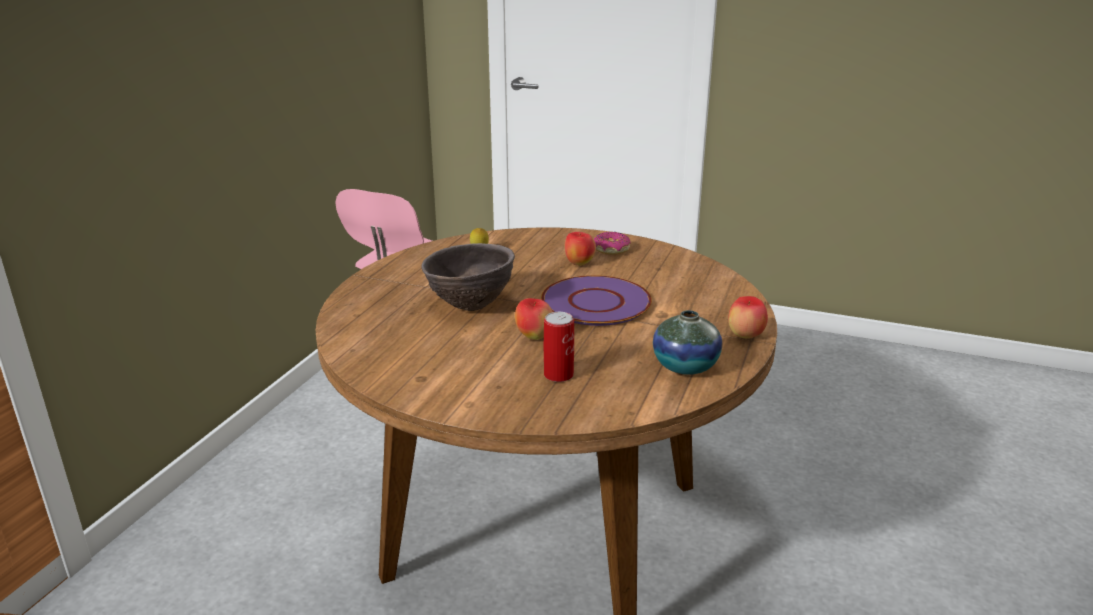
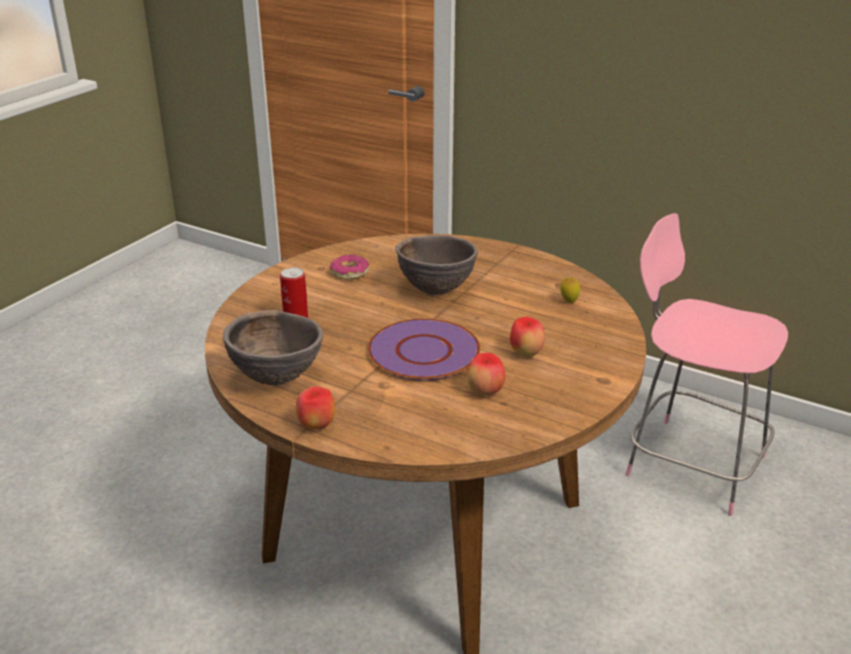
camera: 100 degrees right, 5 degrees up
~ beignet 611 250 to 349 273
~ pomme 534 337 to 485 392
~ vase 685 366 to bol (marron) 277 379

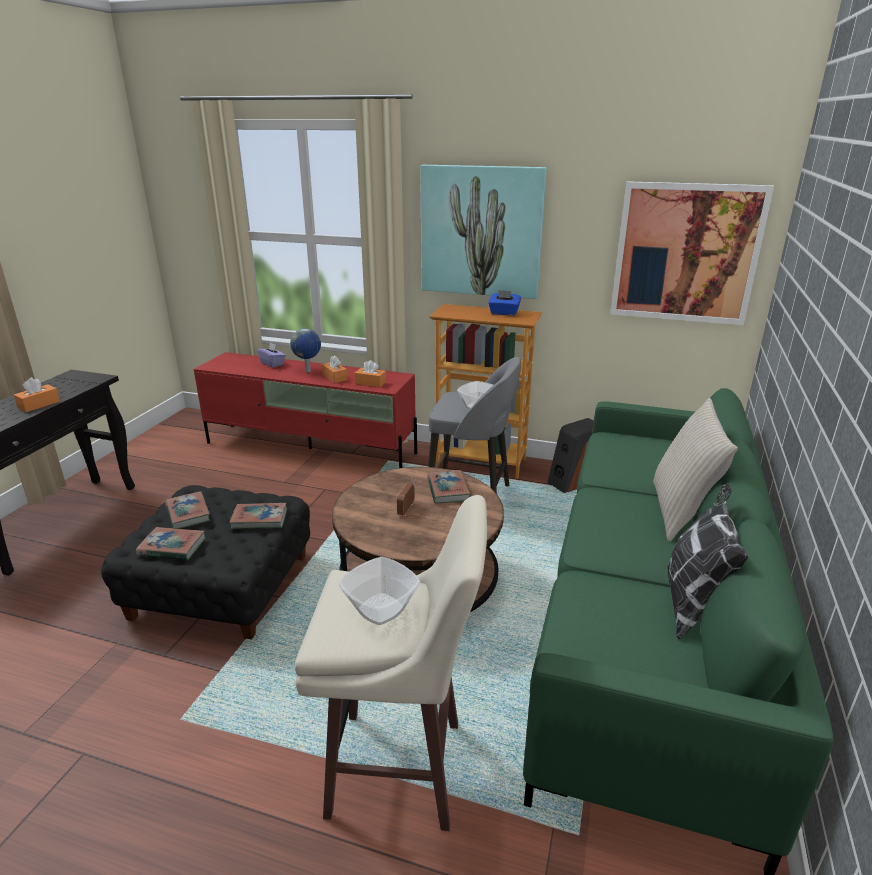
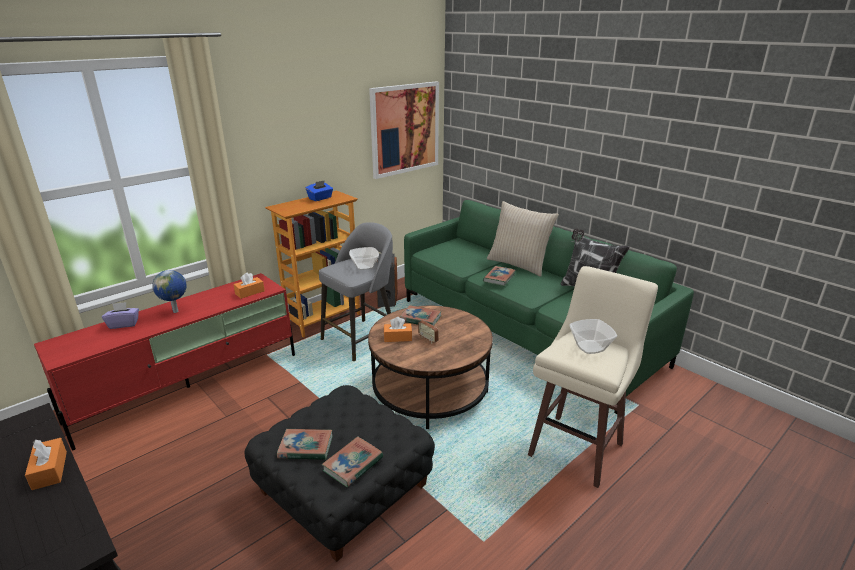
camera: 60 degrees left, 0 degrees up
- tableau 481 231
~ boîte à mouchoirs (orange) 335 377 to 398 337
~ livre 259 519 to 499 278

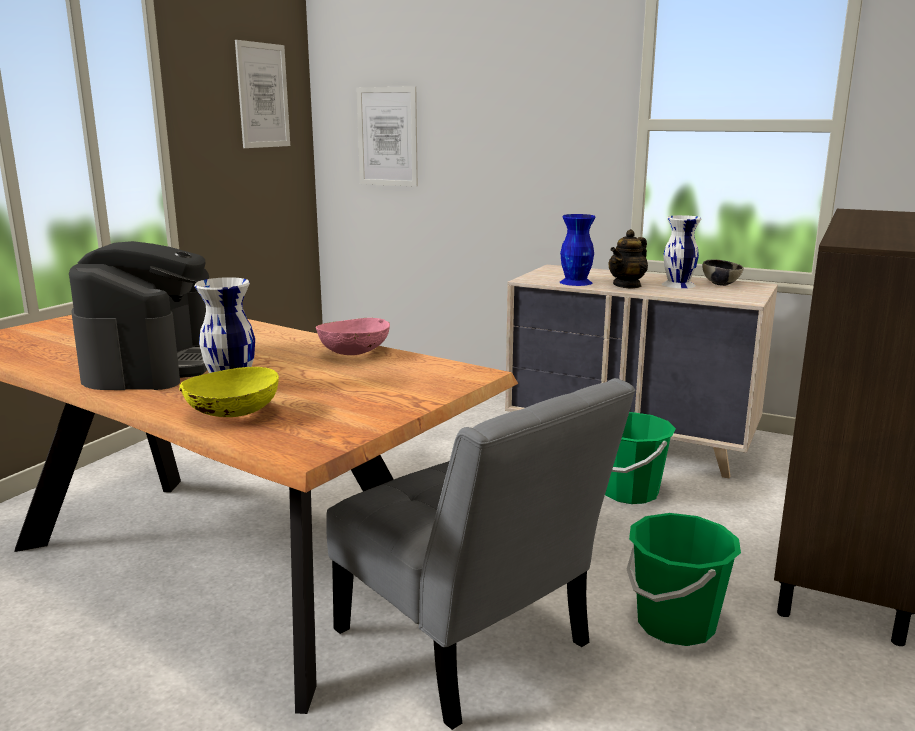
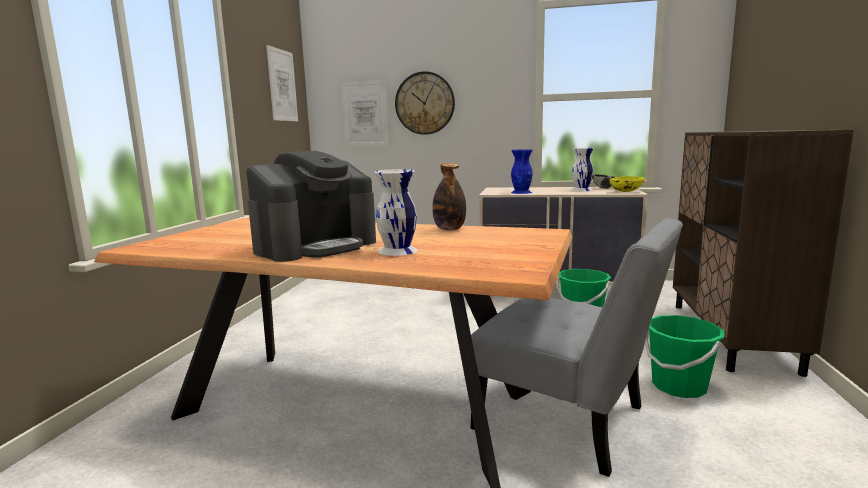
camera: 15 degrees left, 5 degrees down
- théière 627 285
~ machine à café 153 365 = 316 246 60 degrees clockwise
~ bol (rose) 354 352 to bouteille 449 229
~ bol (jaune) 233 415 to 626 192
+ horloge murale 425 103

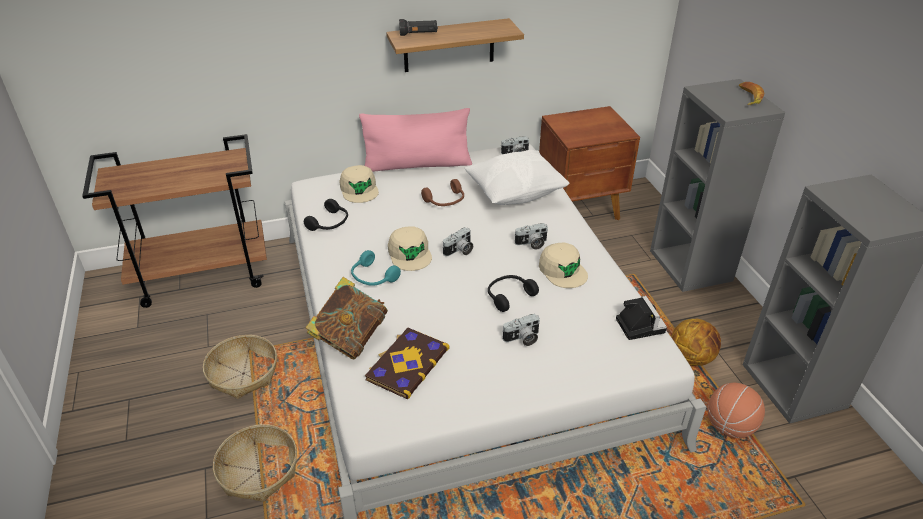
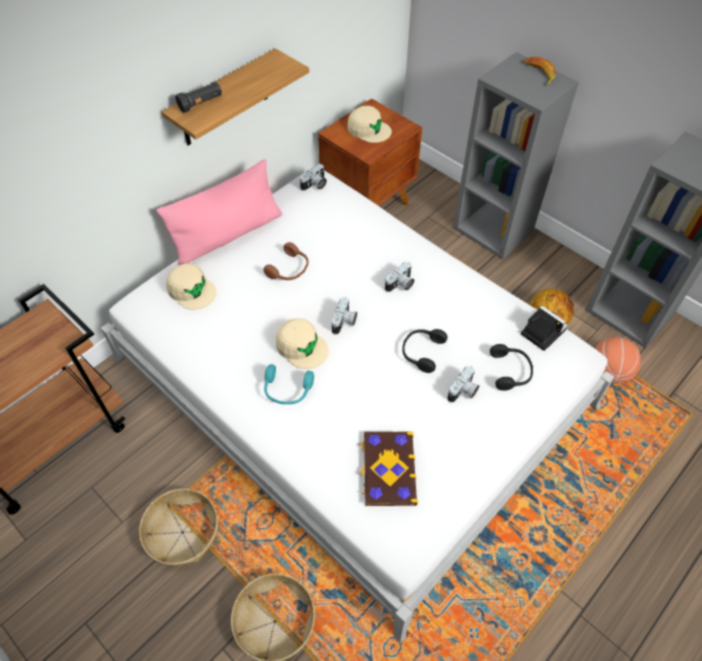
camera: 30 degrees left, 15 degrees up
- coussin (blanc) 516 194
~ casque audio (noir) 330 223 to 511 371
~ casquette (beige) 563 270 to 369 129
- livre 350 338

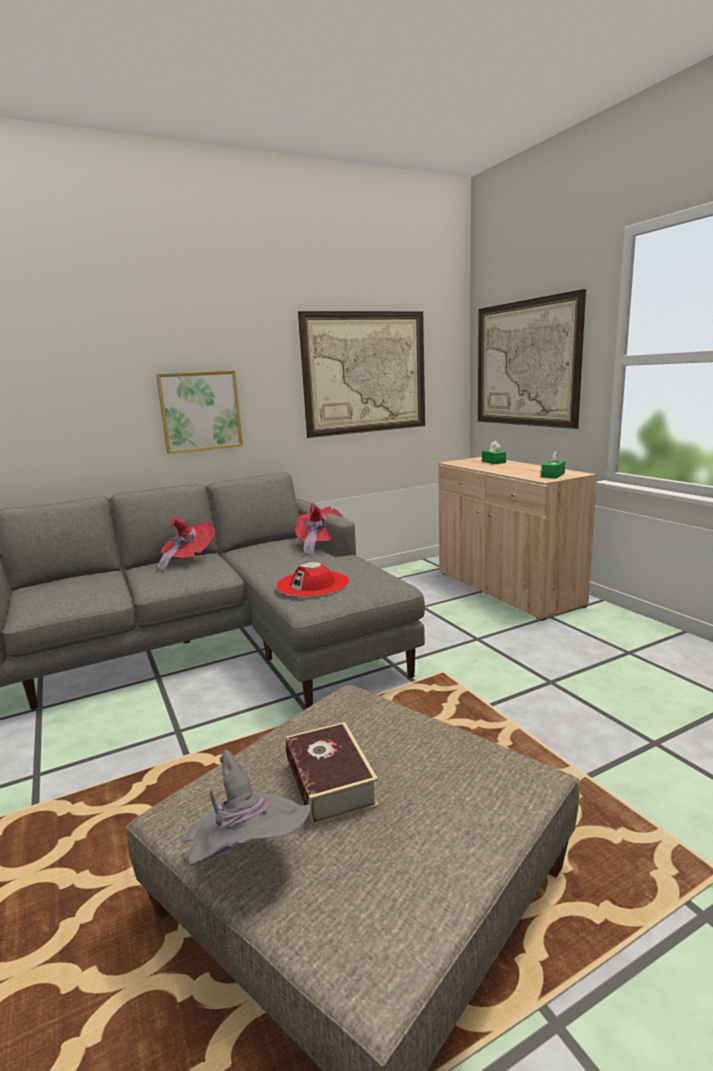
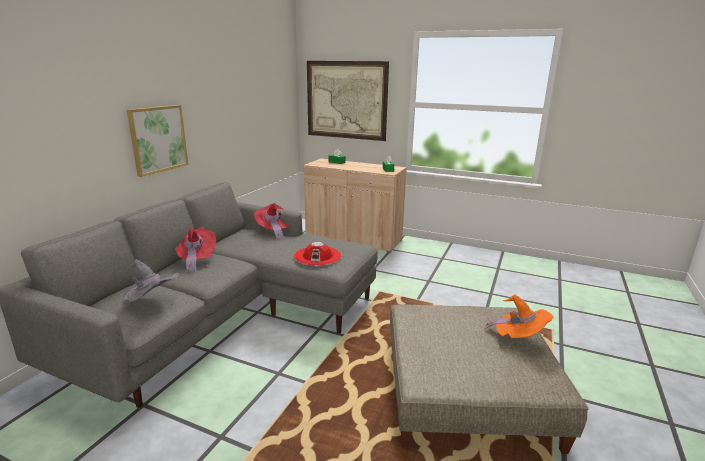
camera: 40 degrees left, 5 degrees up
- tableau 365 373
- livre 330 783
~ chapeau (gris) 248 860 to 152 303
+ chapeau (orange) 519 338

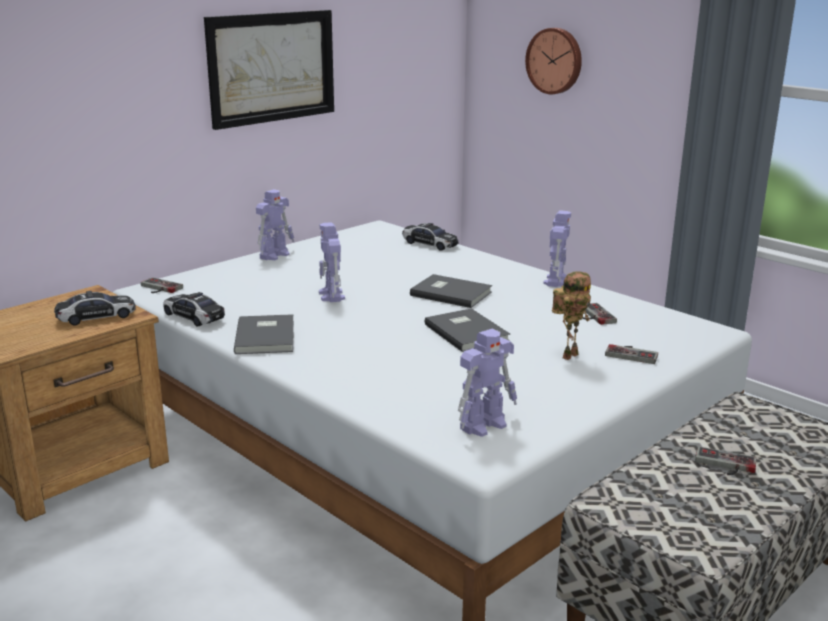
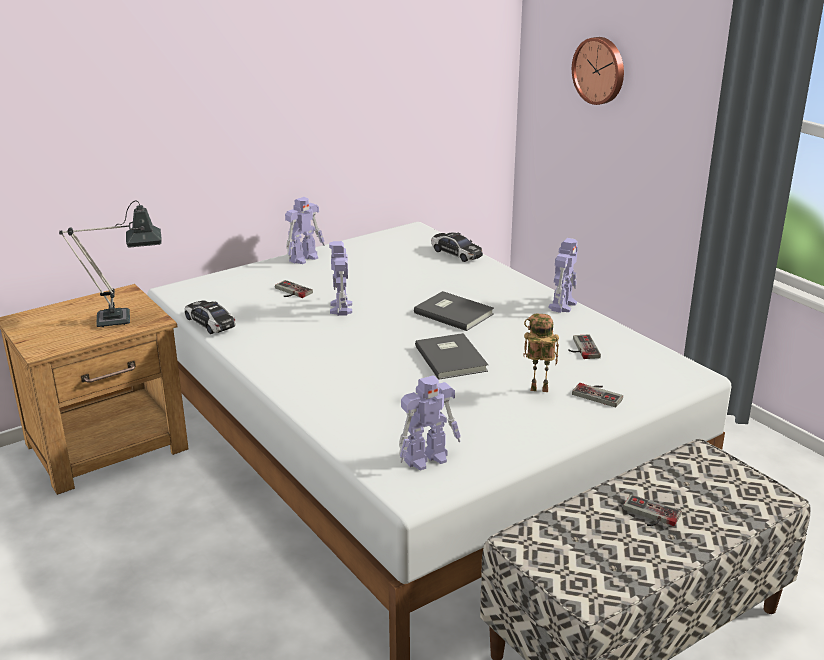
camera: 10 degrees right, 5 degrees up
- tableau 271 67
~ robot jouet 569 355 = 537 391 135 degrees counterclockwise
~ manette 158 288 to 290 292
~ petite voiture 96 317 to lampe de table 124 319
- livre (gris) 267 336

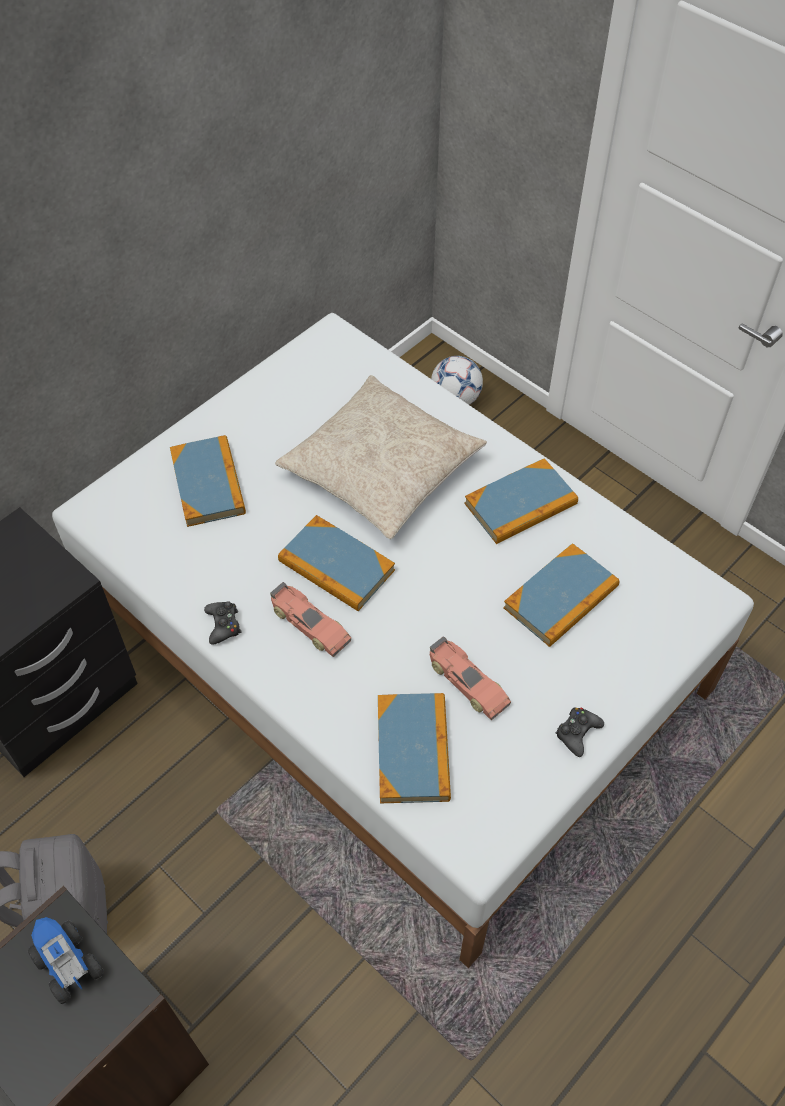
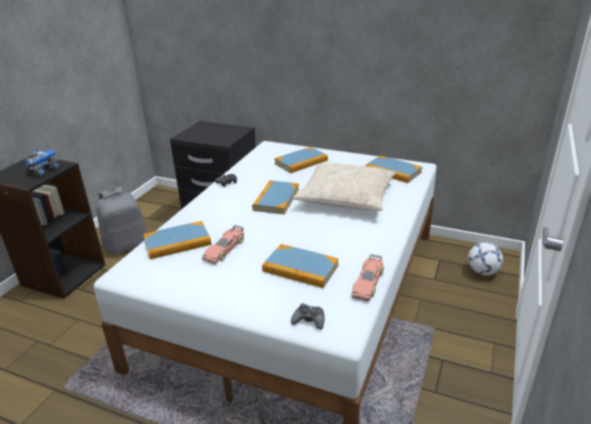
camera: 70 degrees right, 25 degrees down
~ livre 520 504 to 393 171
~ petite voiture 309 624 to 368 283
~ manette (noir) 577 733 to 309 320

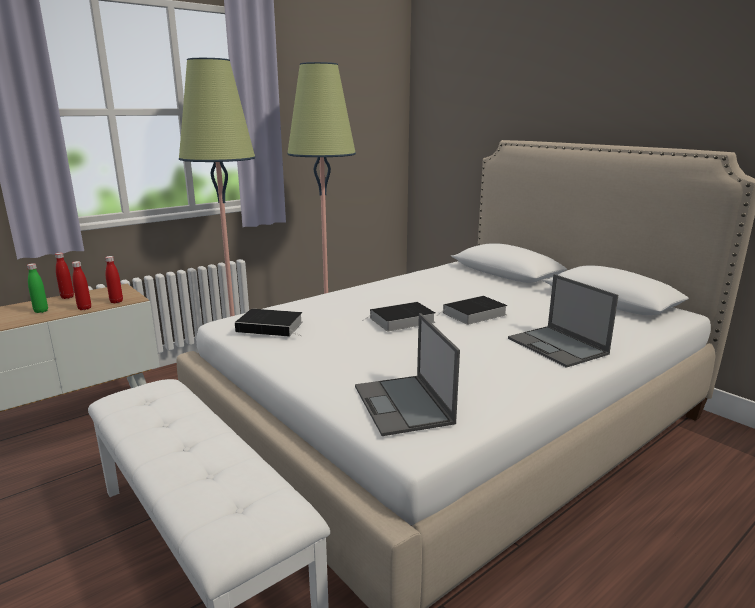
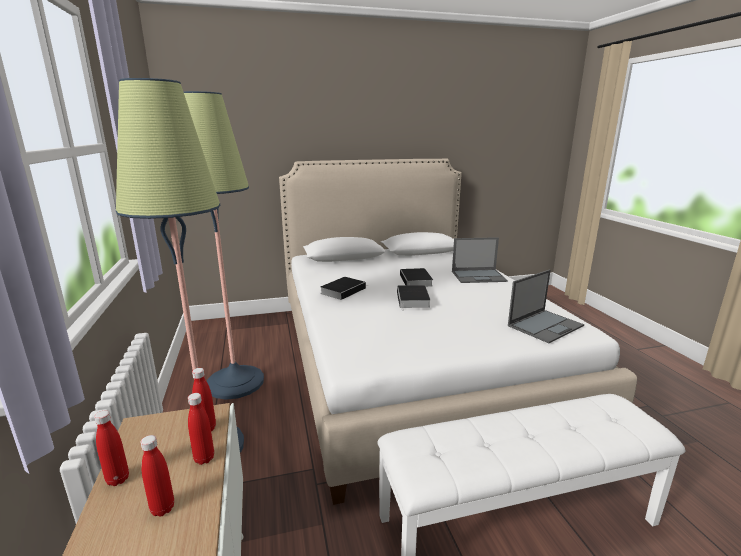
camera: 65 degrees left, 0 degrees up
~ bouteille (vert) 41 311 to bouteille (rouge) 162 508
~ livre 272 326 to 343 290
~ ordinateur portable 403 405 = 545 325 45 degrees counterclockwise

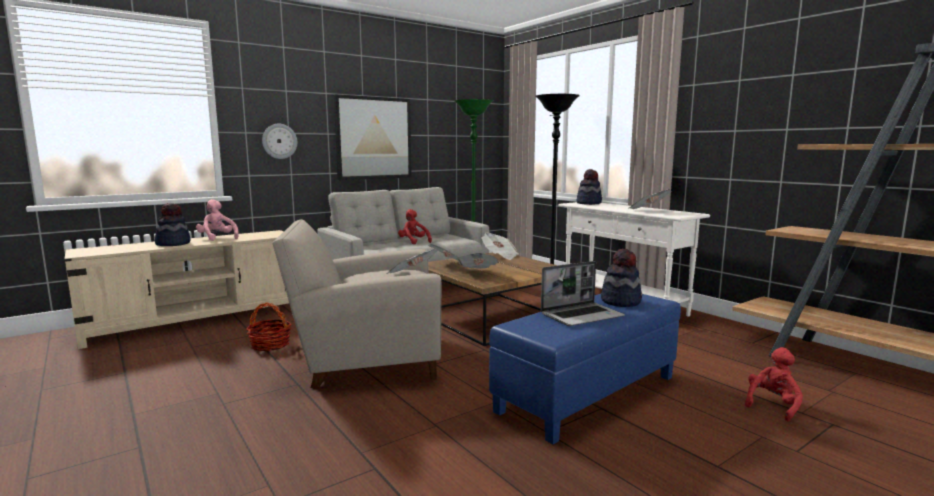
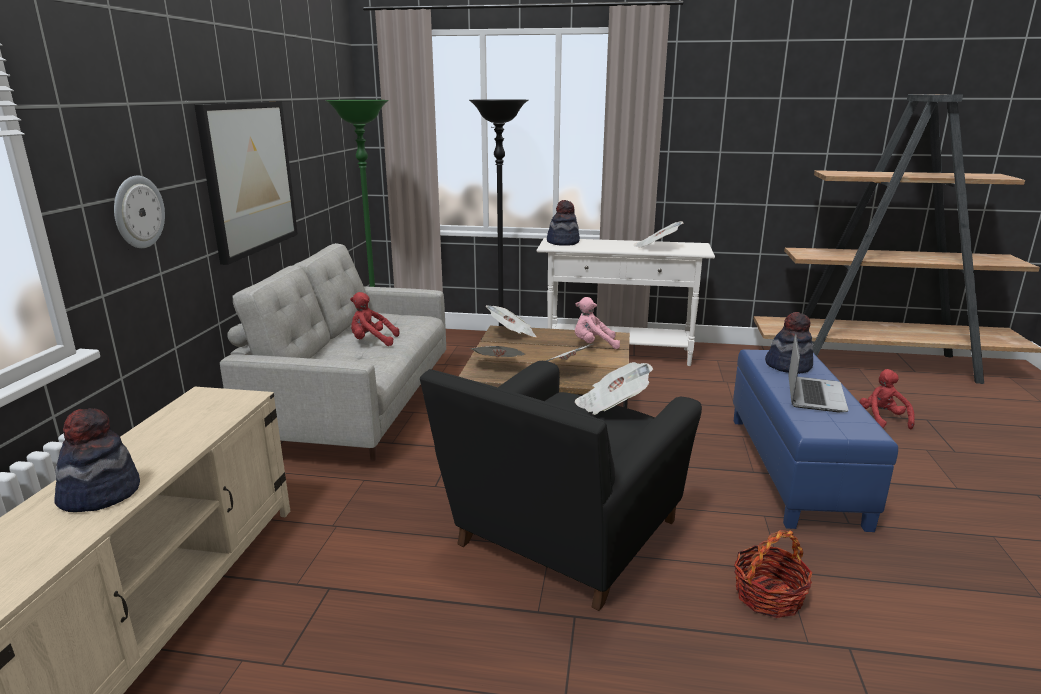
camera: 45 degrees left, 10 degrees up
~ peluche (rose) 217 238 to 593 345
~ fauteuil (beige) 365 359 to fauteuil (noir) 561 538
~ panier 270 345 to 768 596

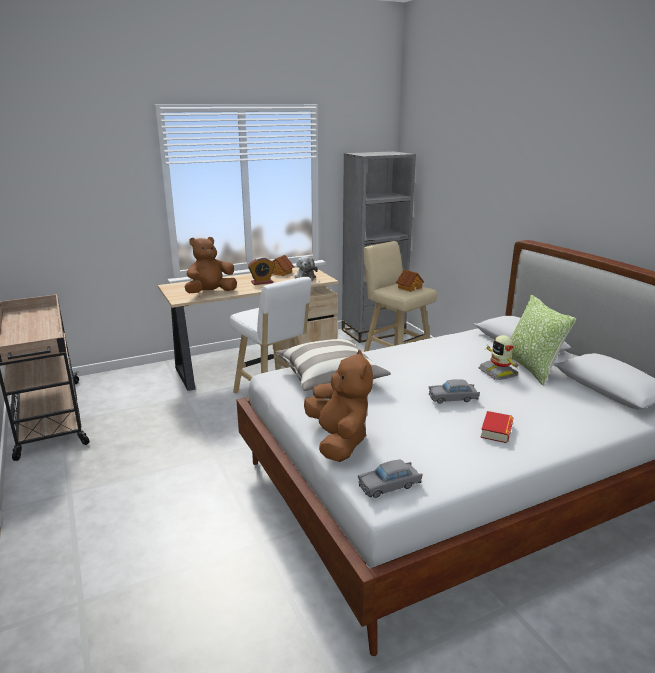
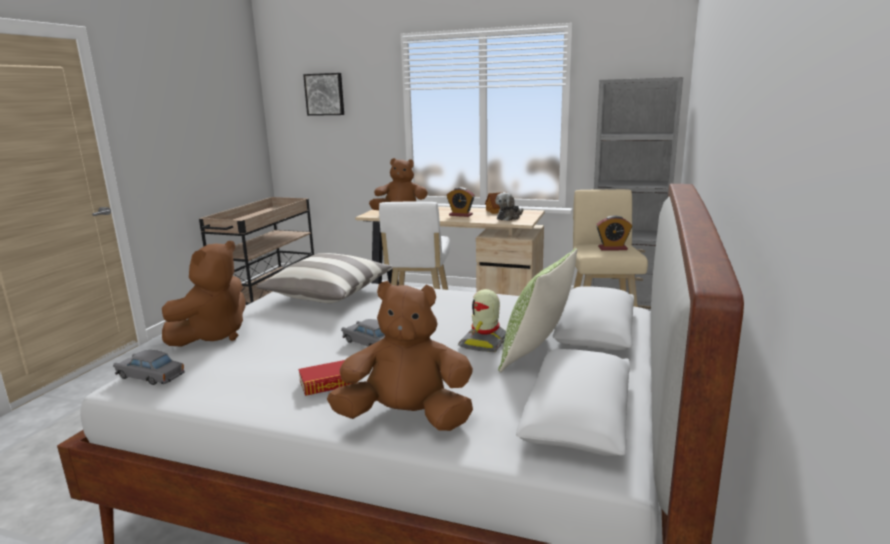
camera: 45 degrees right, 5 degrees down
~ maison miniature 409 287 to réveil 612 248
+ tableau 325 94
+ peluche (marron) 407 418

